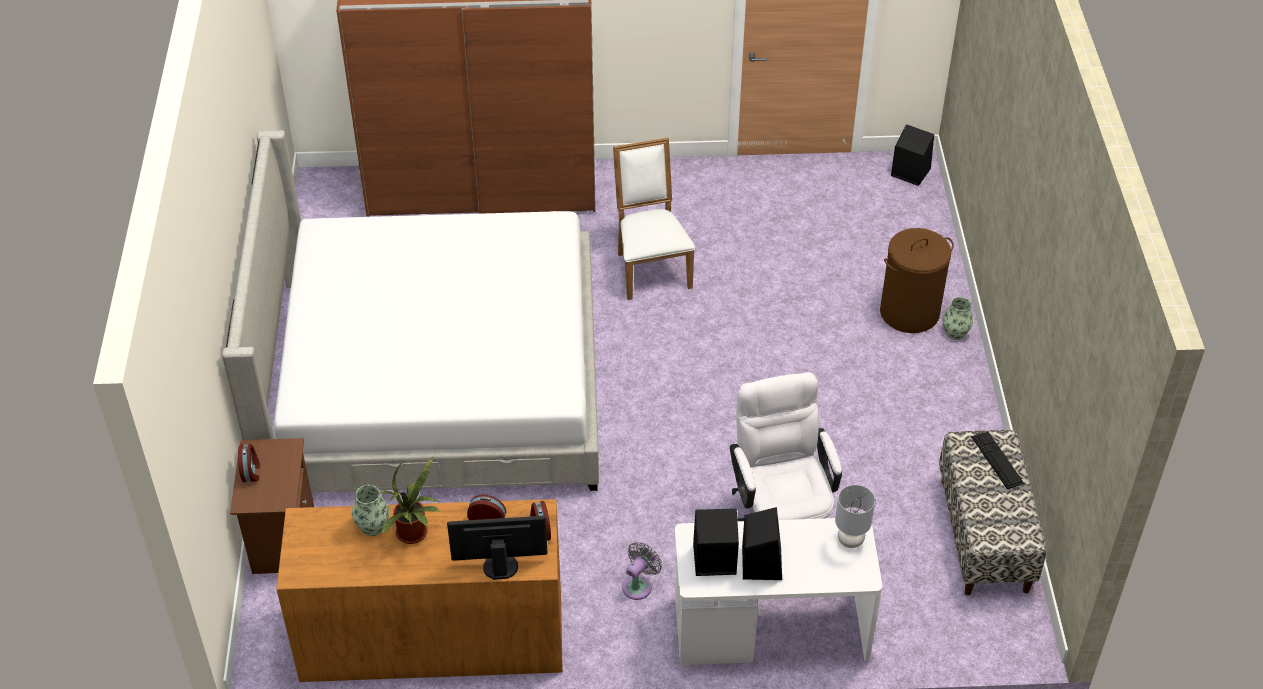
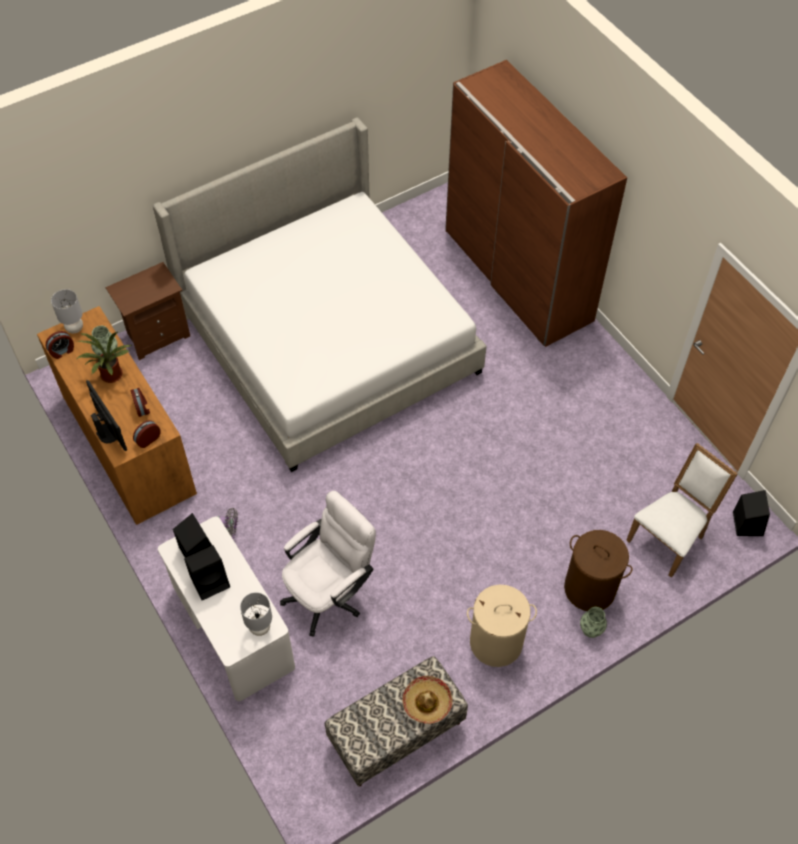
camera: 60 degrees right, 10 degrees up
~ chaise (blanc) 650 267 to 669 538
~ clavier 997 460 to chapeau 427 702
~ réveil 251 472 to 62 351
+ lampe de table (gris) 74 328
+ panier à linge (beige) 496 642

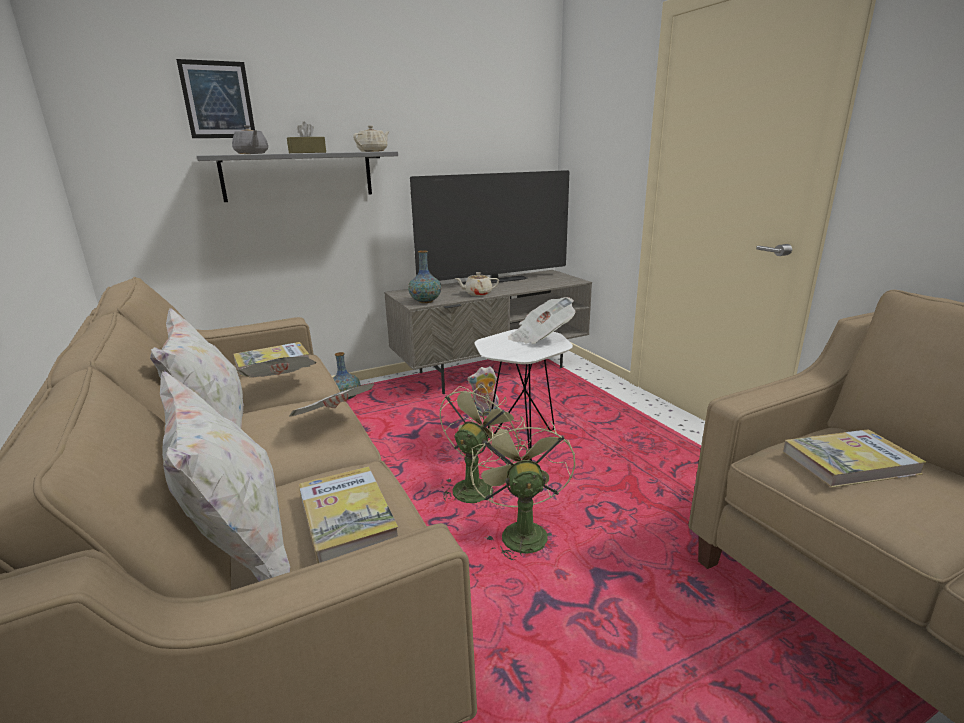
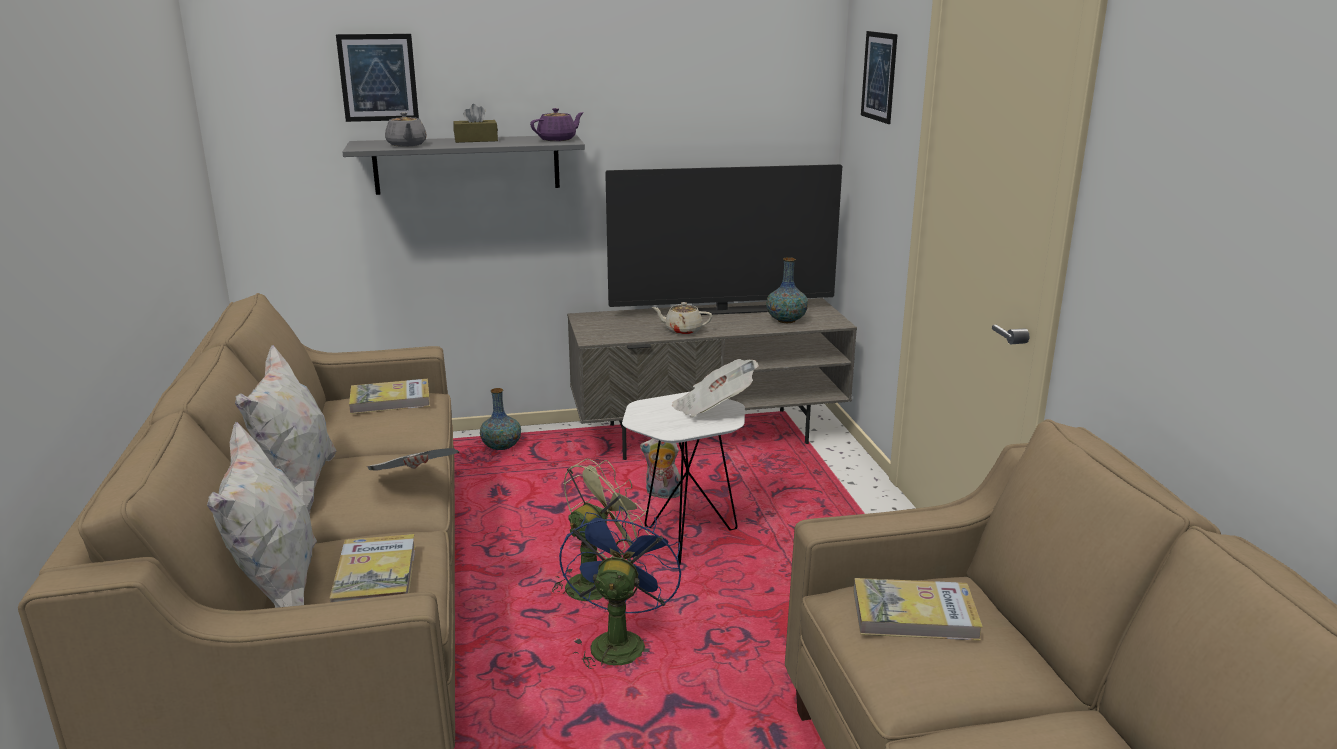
camera: 15 degrees right, 0 degrees up
~ théière (beige) 373 151 to théière (violet) 558 139
~ vase 425 301 to 786 320
- journal 281 386
~ ventilateur (vert) 520 531 to ventilateur (bleu) 617 641
+ tableau 879 76

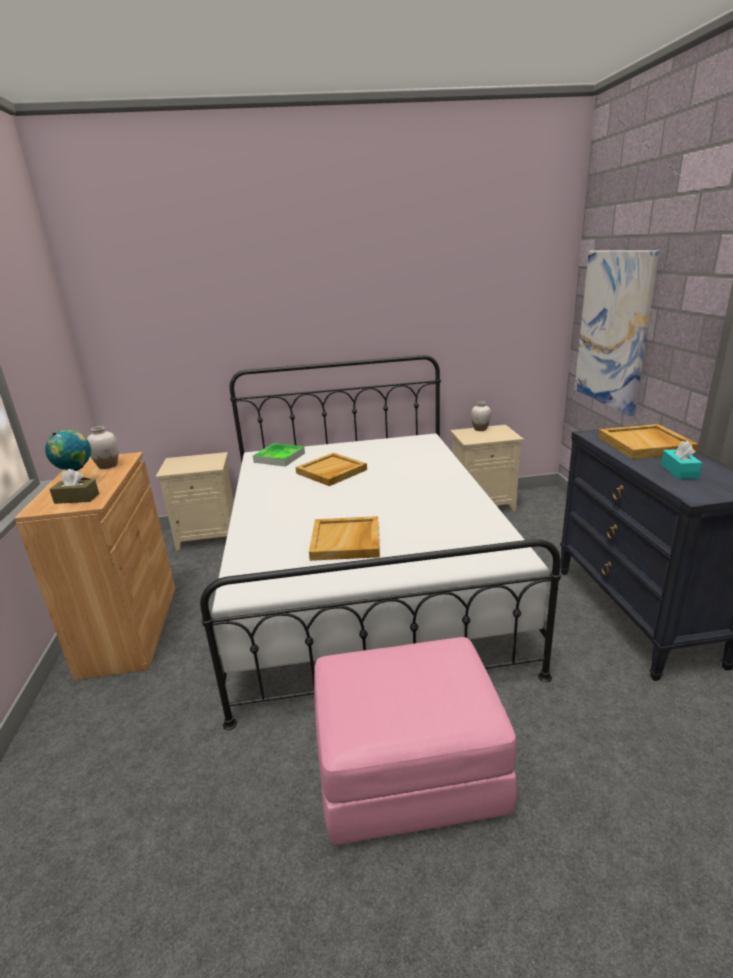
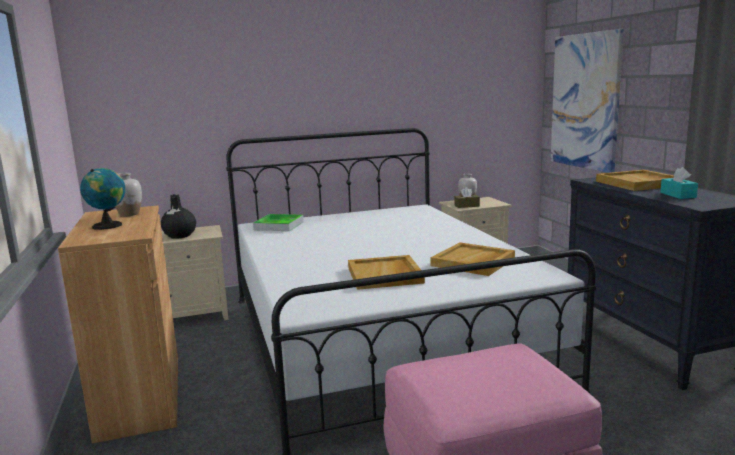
camera: 10 degrees left, 10 degrees down
~ plateau (beige) 331 472 to 473 262
~ boîte à mouchoirs (marron) 77 498 to 467 206
+ vase (noir) 179 236

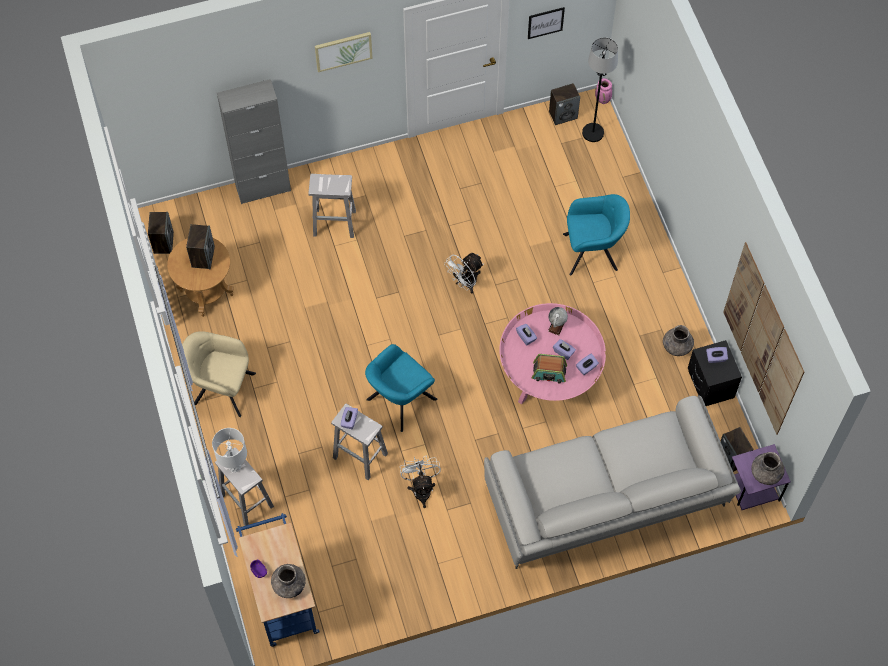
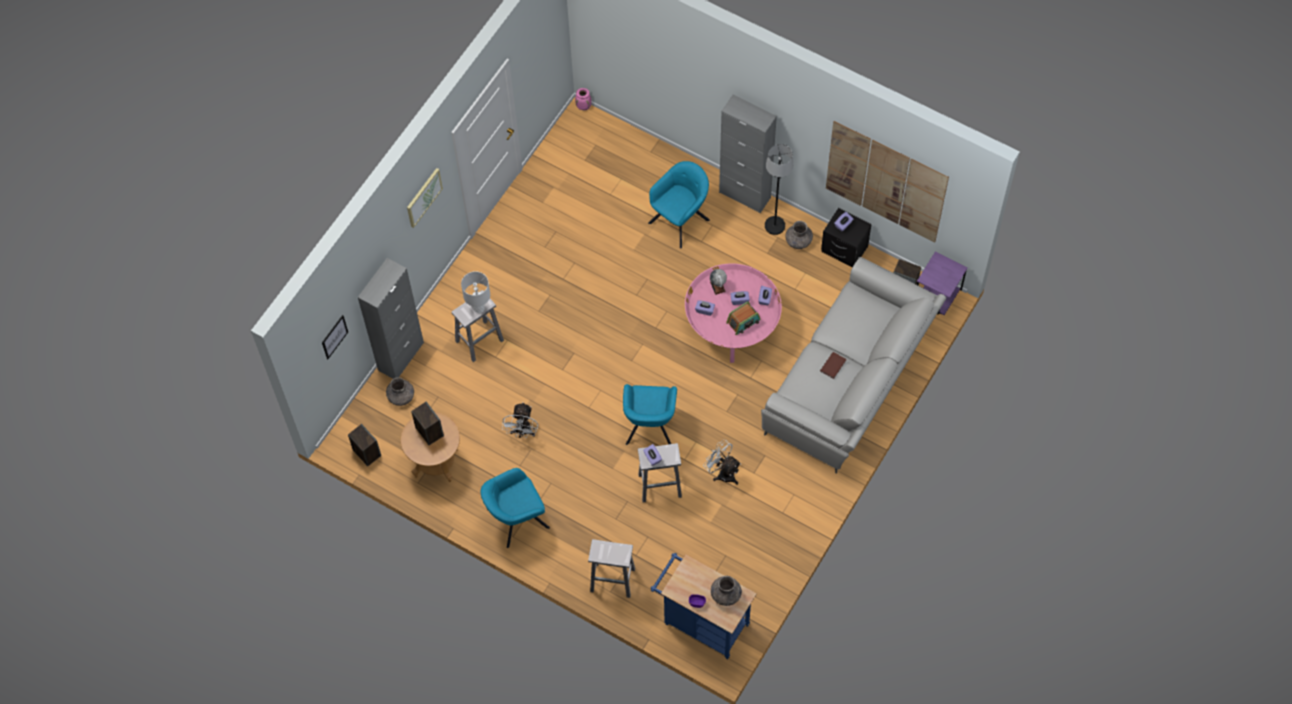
camera: 40 degrees left, 0 degrees up
~ tableau 545 22 to 334 337
~ lampadaire (noir) 593 133 to 775 225
- enceinte 563 115
~ ventilateur (blanc) 465 283 to 522 432
~ fauteuil (beige) 221 388 to fauteuil (turquoise) 515 519
~ lampe de table (blanc) 234 466 to 479 308
~ vase (gris) 766 473 to 401 396
+ meuble de rangement (gris) 744 195
+ livre (marron) 833 365

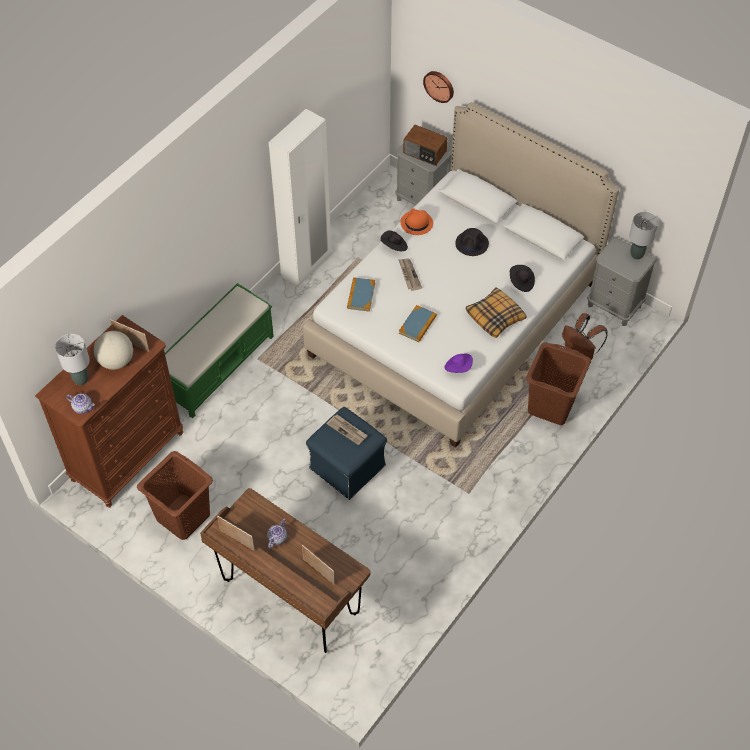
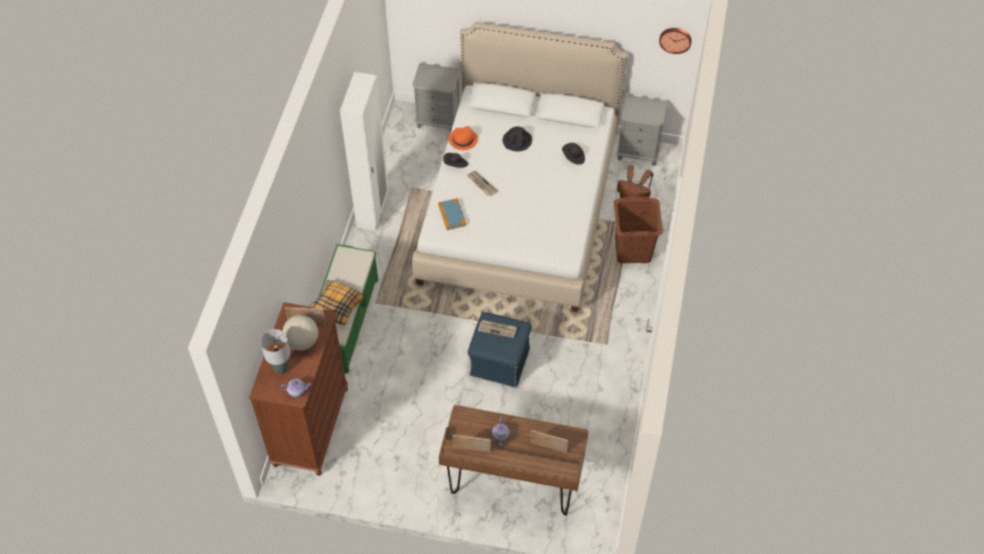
camera: 25 degrees left, 0 degrees up
~ horloge murale 439 85 to 675 39
- radio 424 153
- lampe de table (gris) 636 255
~ coussin 495 317 to 337 305
- livre 417 325
- chapeau (violet) 458 367
- panier à linge (marron) 182 516

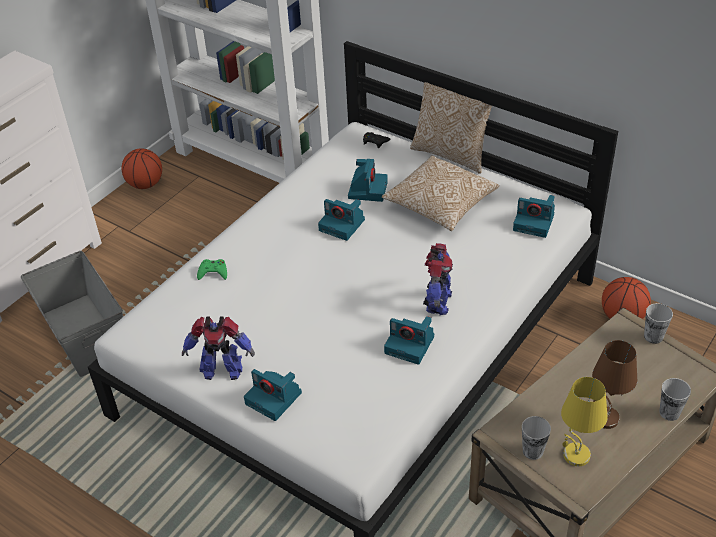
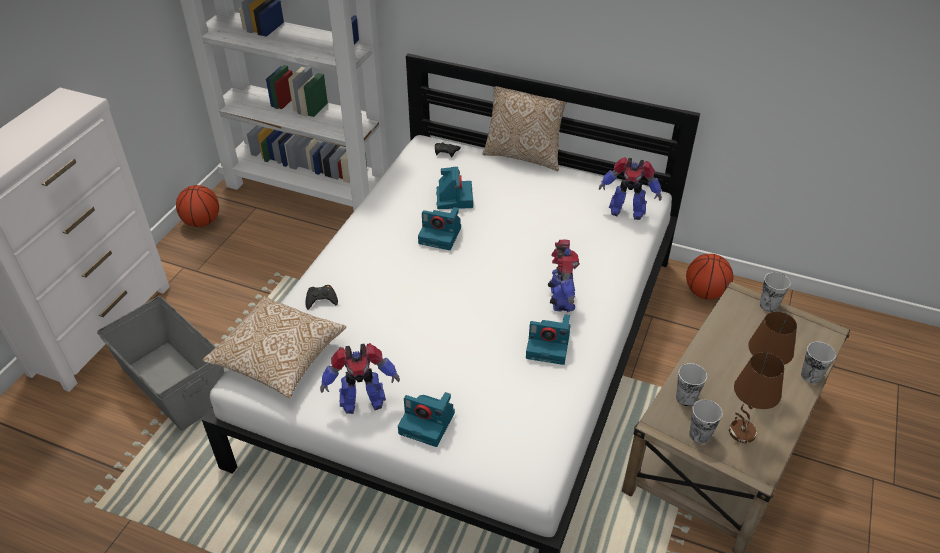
camera: 15 degrees left, 0 degrees up
~ coussin 440 205 to 279 357
~ appareil photo 534 222 to robot jouet 626 211
~ manette (vert) 213 272 to manette (noir) 321 299
~ lampe de table (jaune) 576 455 to lampe de table (marron) 741 432
+ tasse 686 398

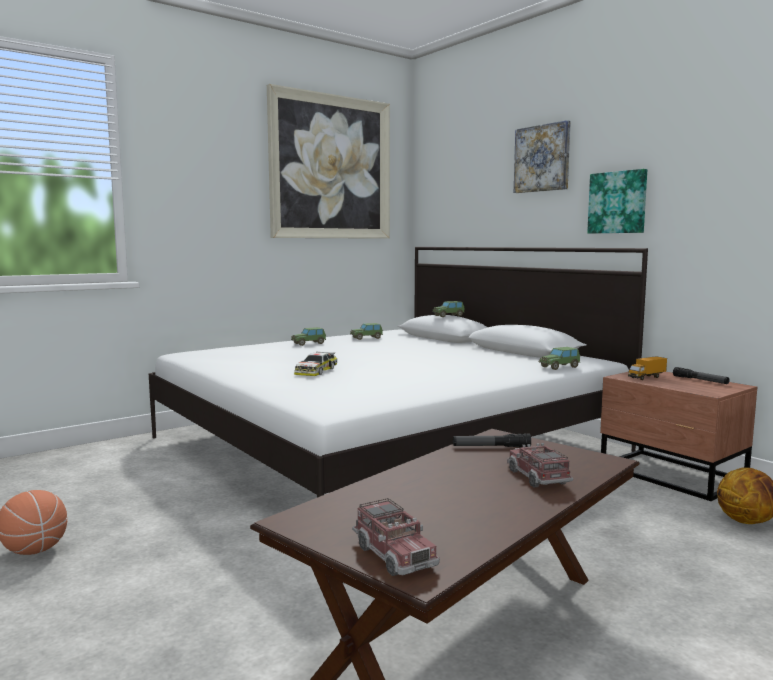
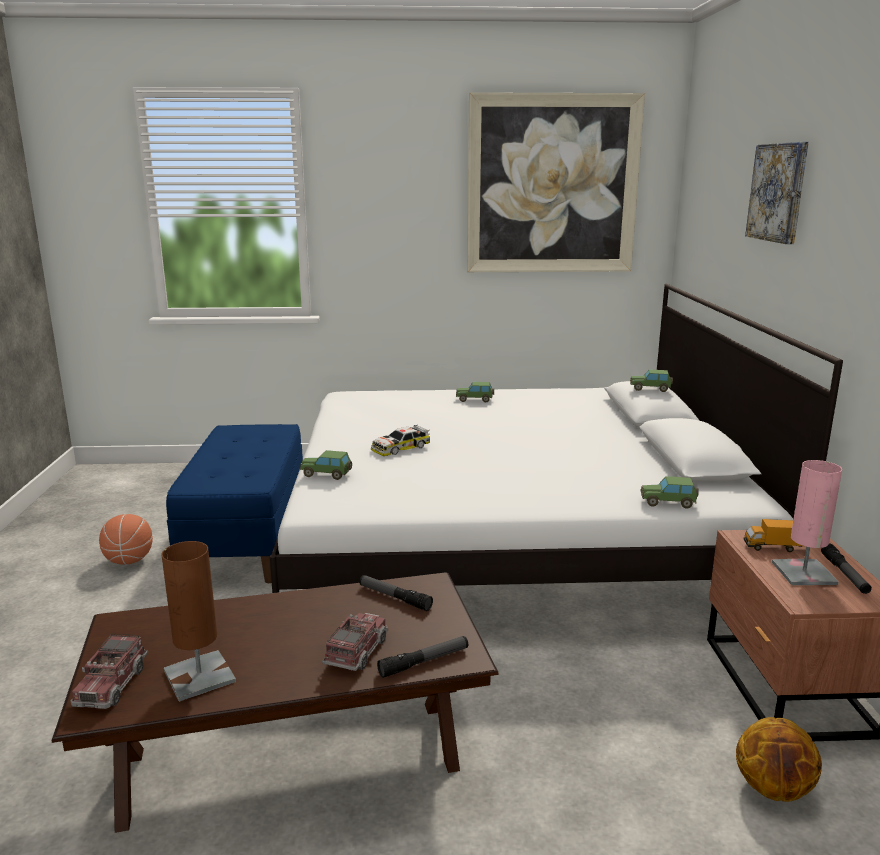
camera: 35 degrees right, 10 degrees up
- tableau 618 202
~ petite voiture 367 338 to 326 474
+ banc (bleu) 248 538
+ lampe de table (rose) 803 573
+ lampe de table (marron) 199 676
+ lampe de poche 424 662

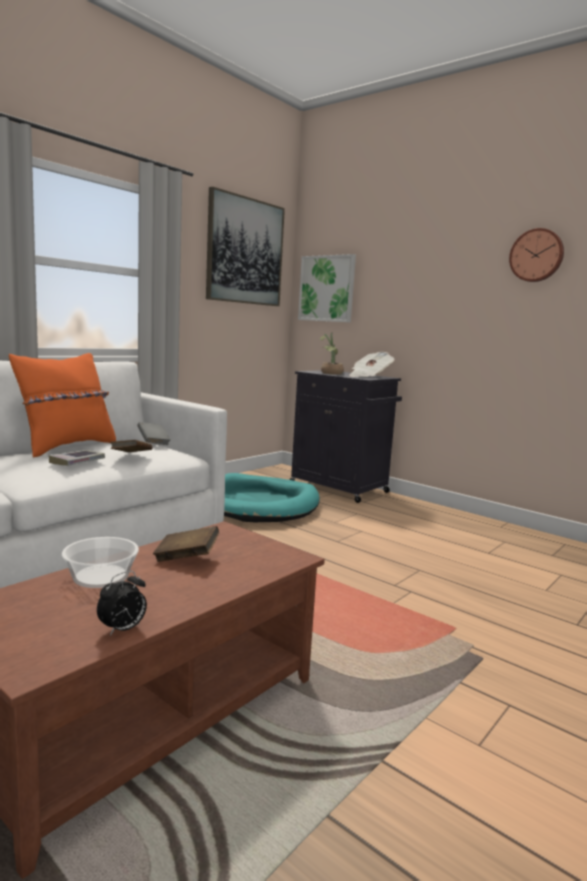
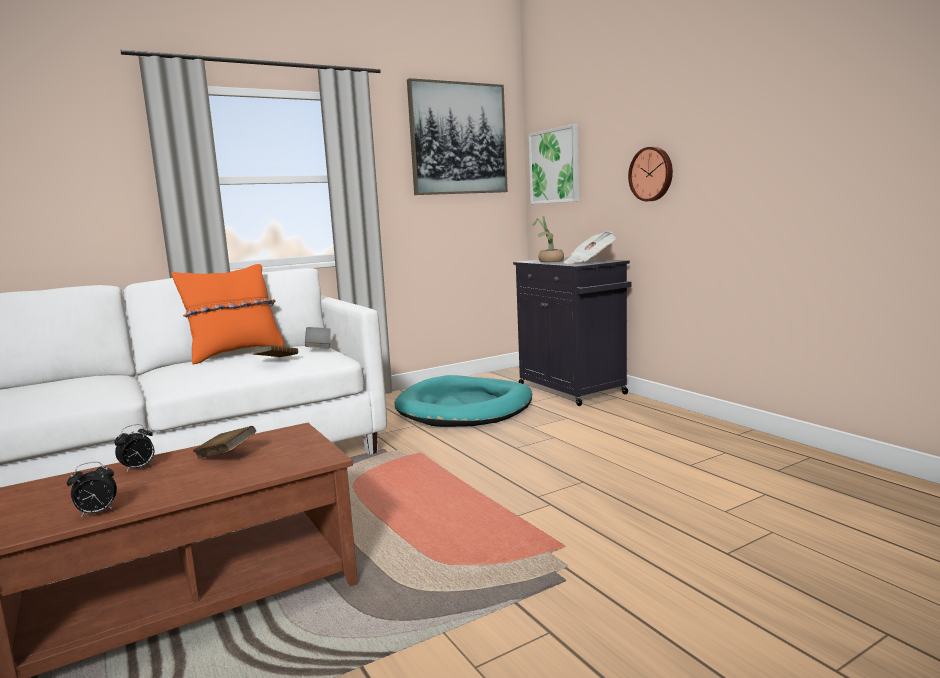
camera: 20 degrees right, 0 degrees up
~ horloge murale 536 255 to 652 174
- livre 77 462
~ bol 101 575 to réveil 138 468

